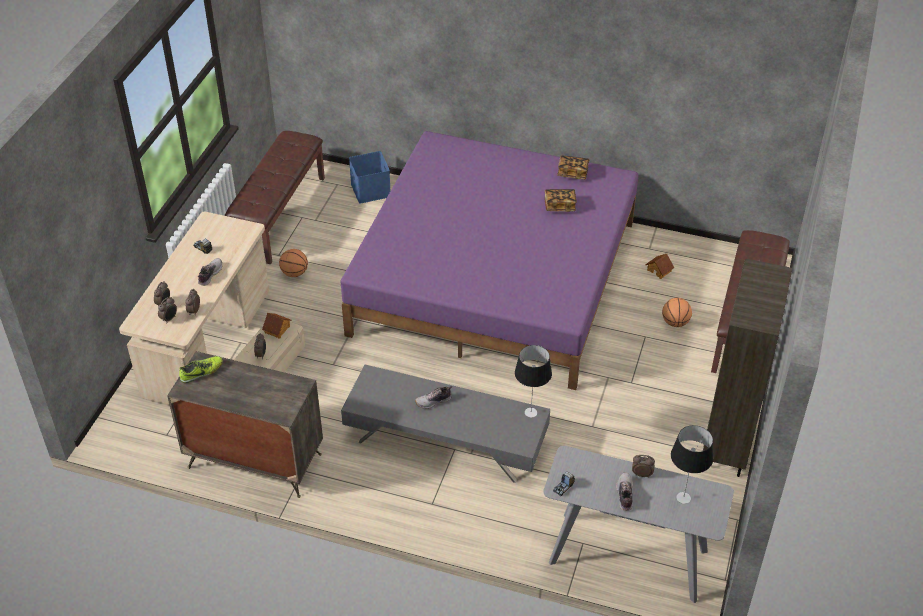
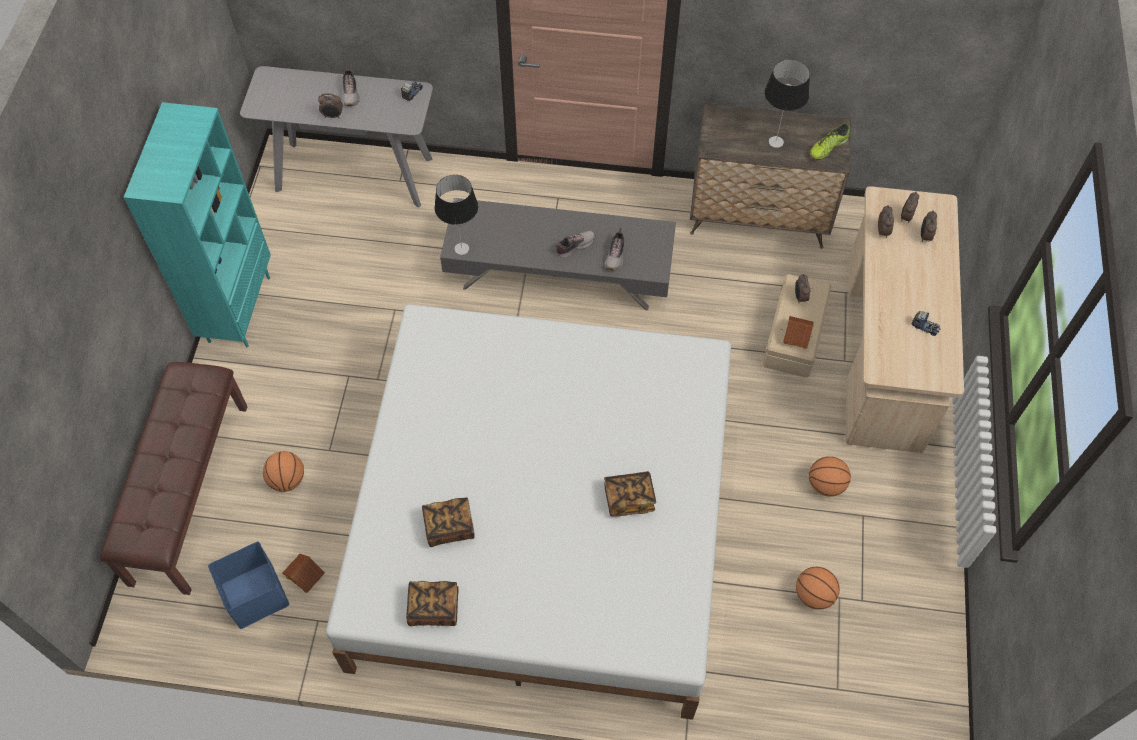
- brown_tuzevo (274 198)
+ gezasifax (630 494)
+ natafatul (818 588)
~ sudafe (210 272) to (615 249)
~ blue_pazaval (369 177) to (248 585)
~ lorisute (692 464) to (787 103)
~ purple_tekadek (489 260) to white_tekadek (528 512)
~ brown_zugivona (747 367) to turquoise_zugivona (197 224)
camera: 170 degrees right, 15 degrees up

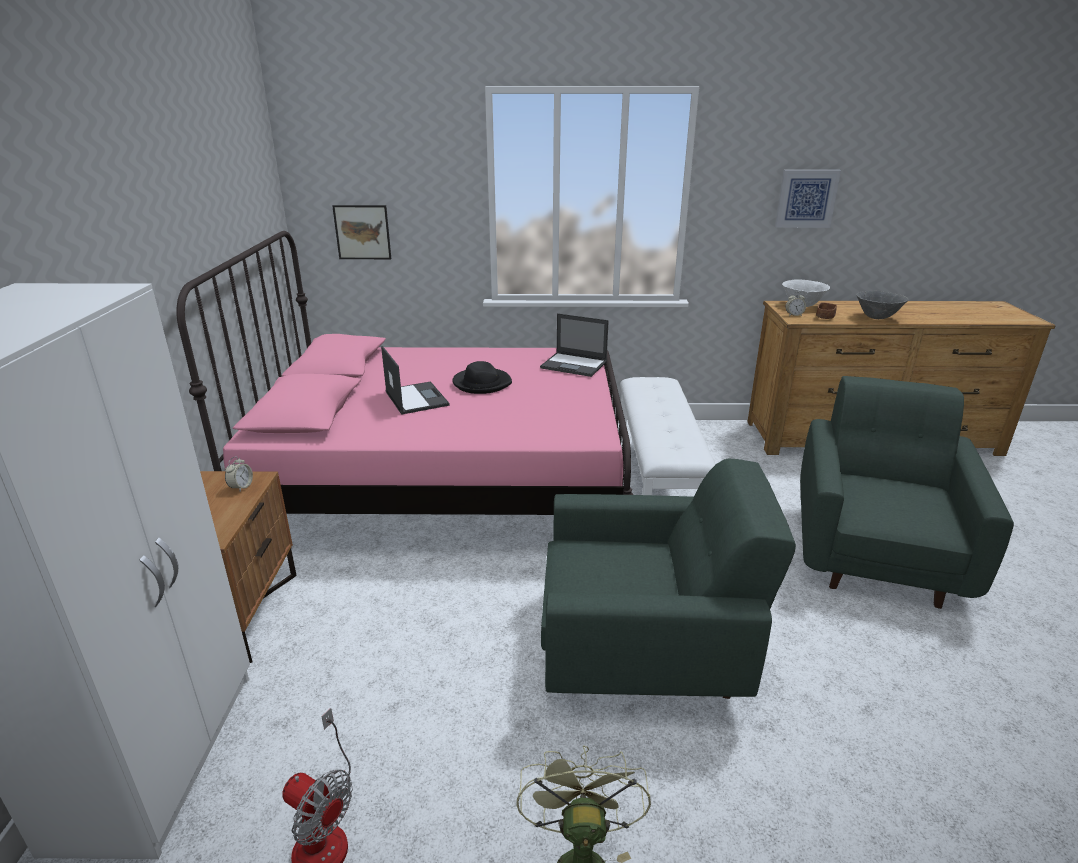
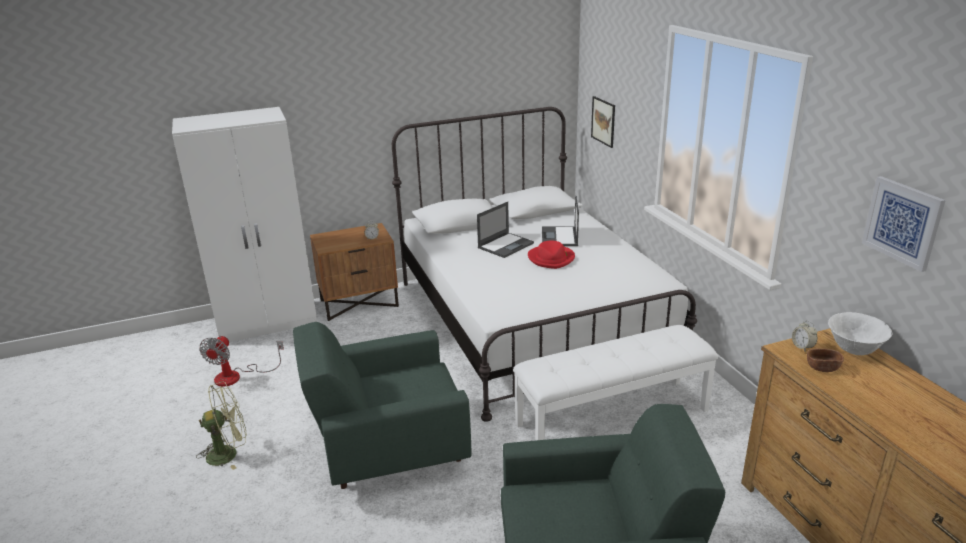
- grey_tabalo (882 305)
~ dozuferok (574 345) to (560 221)
~ pink_tekadek (404 373) to white_tekadek (544 264)
~ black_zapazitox (482 377) to red_zapazitox (551 254)
~ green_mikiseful (668 579) = (382 405) 90 degrees clockwise
camera: 70 degrees right, 0 degrees up

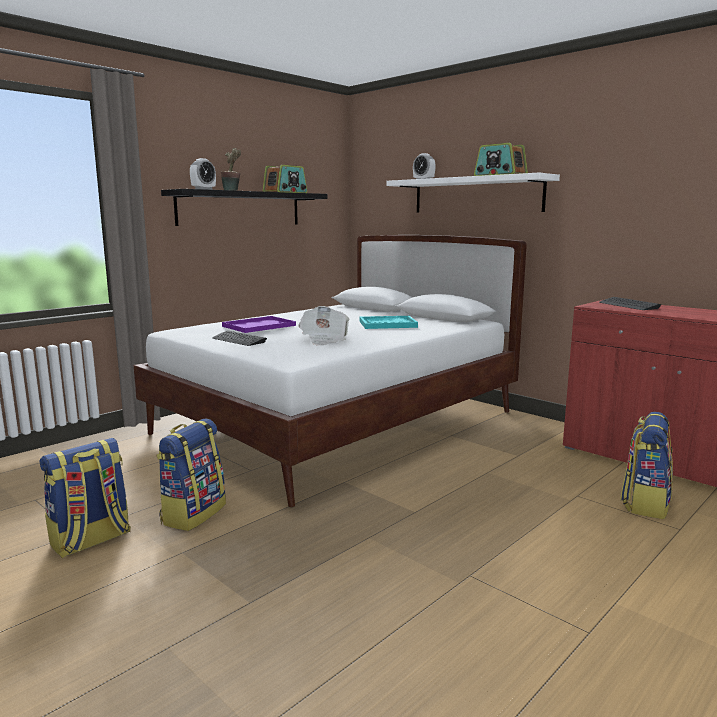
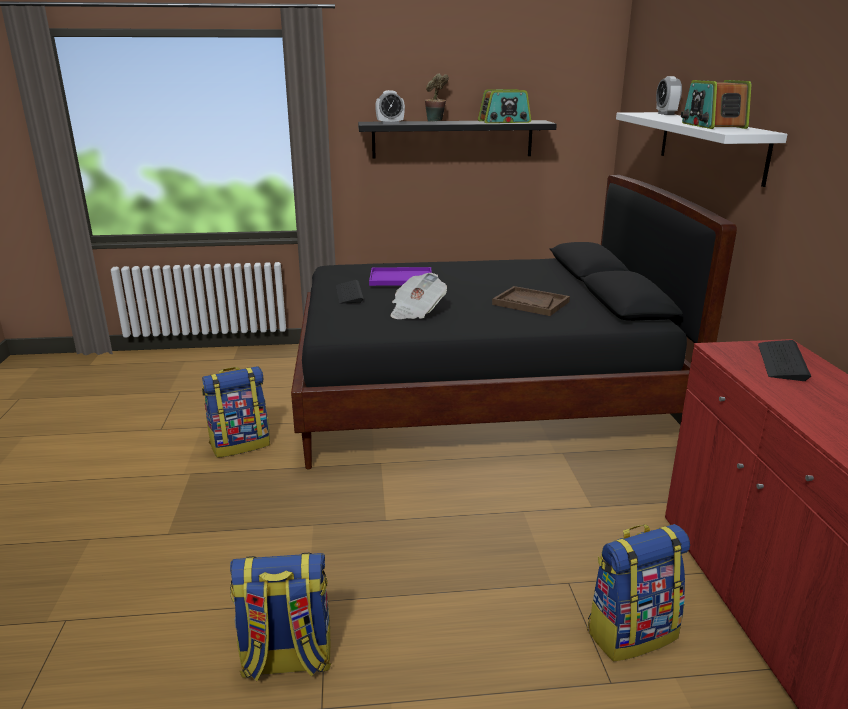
~ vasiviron (85 498) to (280 616)
~ white_tekadek (330 371) to black_tekadek (514 322)
~ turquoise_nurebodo (389 322) to brown_nurebodo (531 301)
camera: 40 degrees right, 10 degrees up

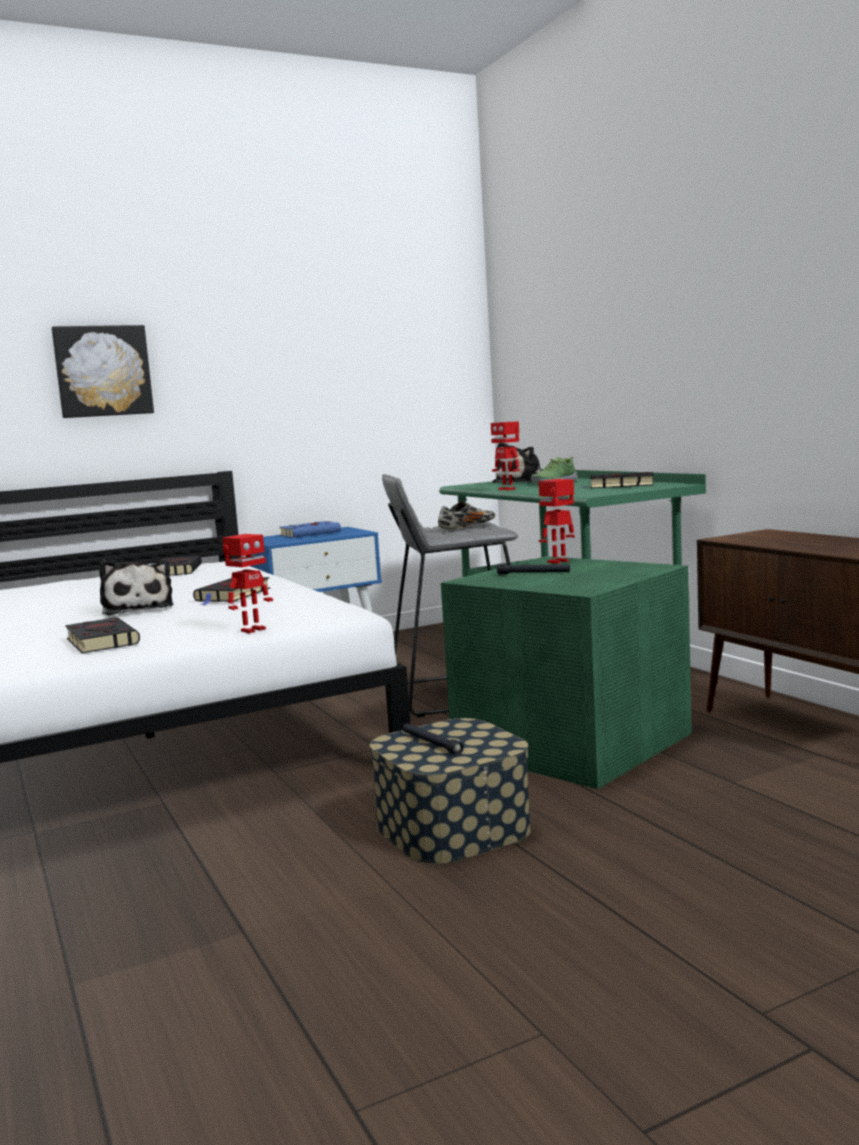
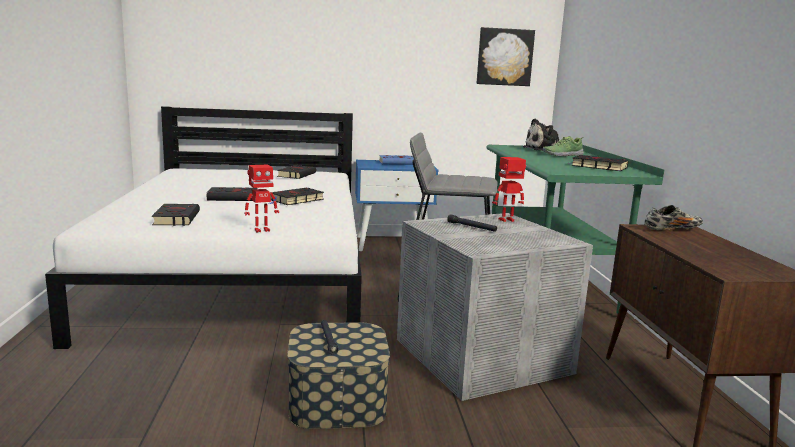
- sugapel (505 455)
~ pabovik (102 371) to (506 56)
~ sudafe (466 515) to (673 217)
~ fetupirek (136 587) to black_gezasifax (232 194)
~ green_pazaval (566 672) to grey_pazaval (495 307)
camera: 20 degrees right, 5 degrees up

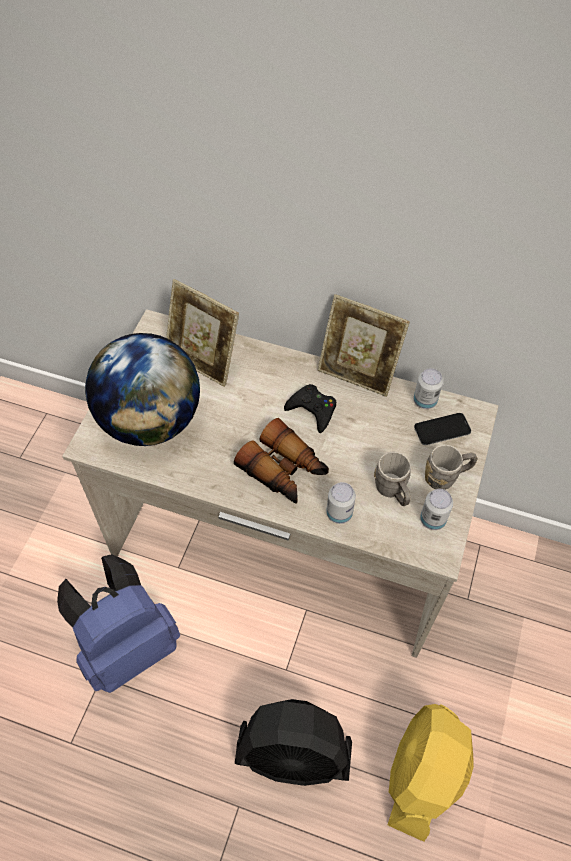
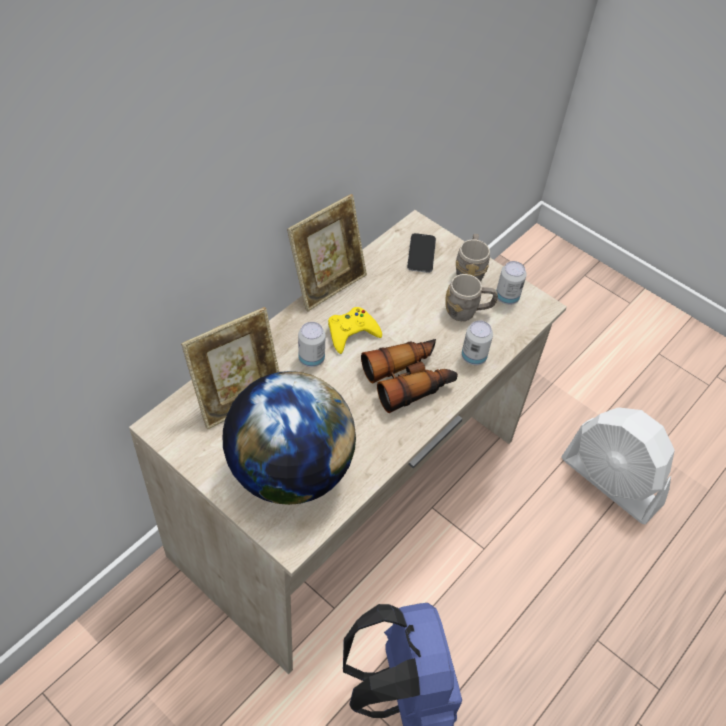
- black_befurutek (293 742)
~ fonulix (428 388) to (312 344)
~ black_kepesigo (310 408) to yellow_kepesigo (355 330)
~ yellow_befurutek (431 773) to white_befurutek (618 466)
camera: 70 degrees left, 5 degrees down

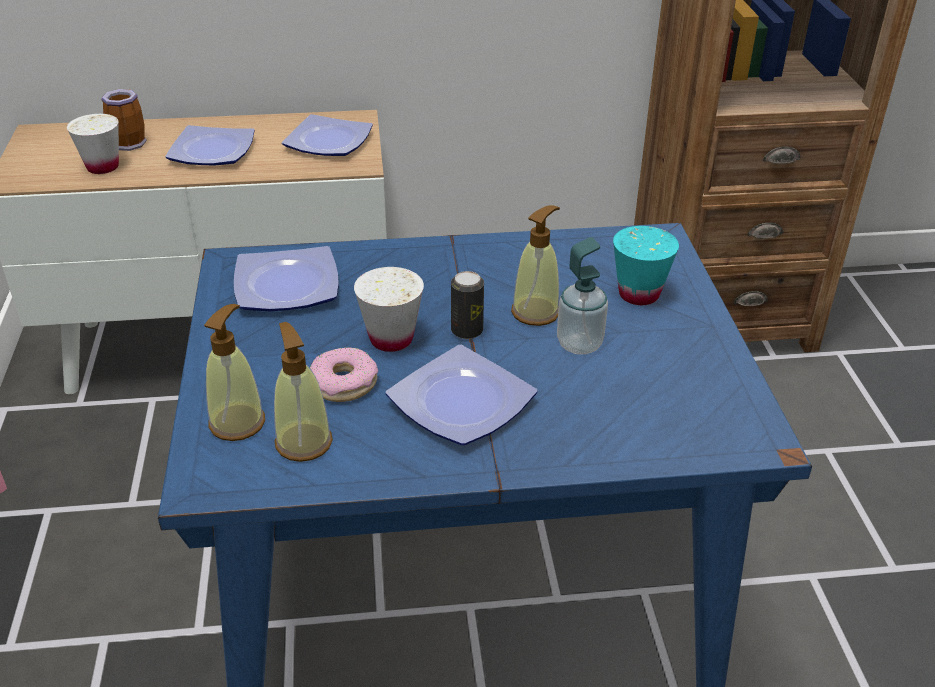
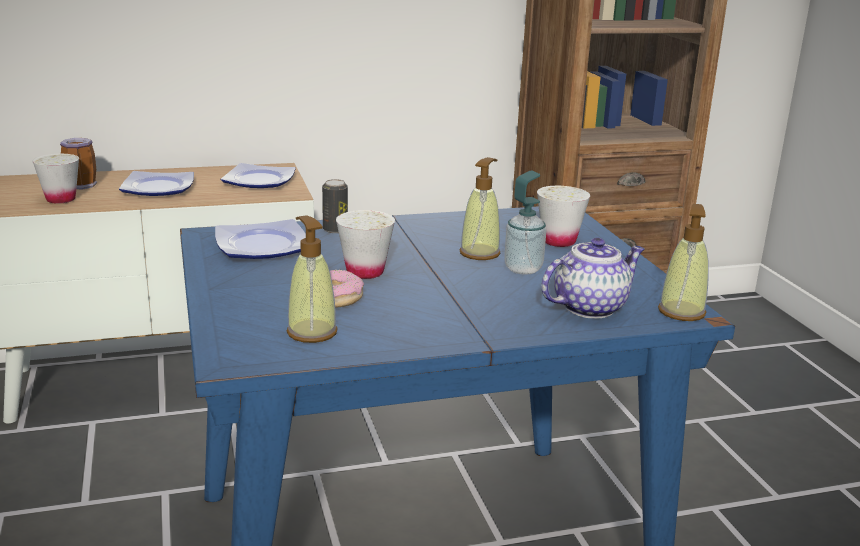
- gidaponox (461 395)
+ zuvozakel (592 278)
~ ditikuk (234 372) to (683 262)
~ fonulix (467 305) to (335 206)
~ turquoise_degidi (646 265) to white_degidi (563 216)
camera: 10 degrees left, 15 degrees down

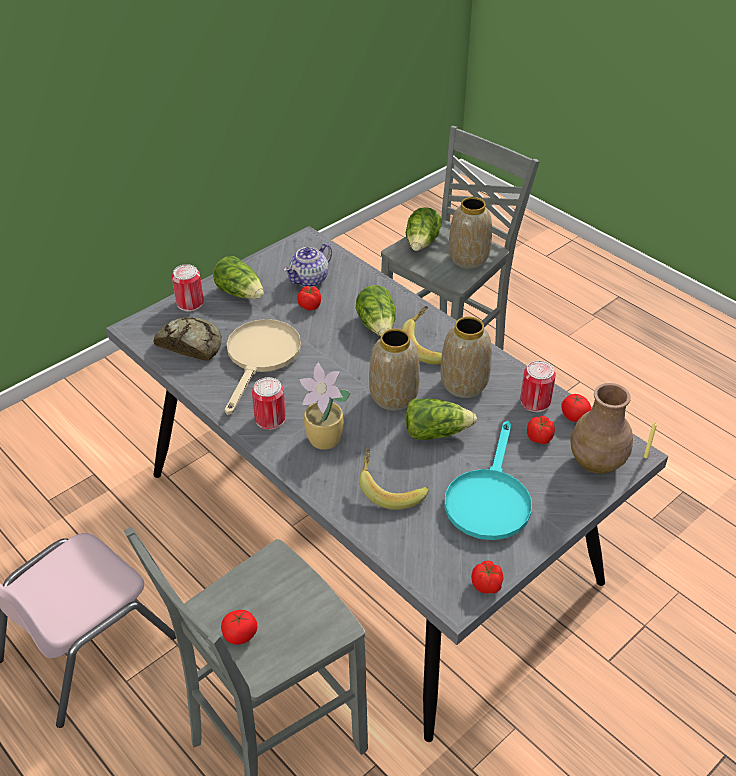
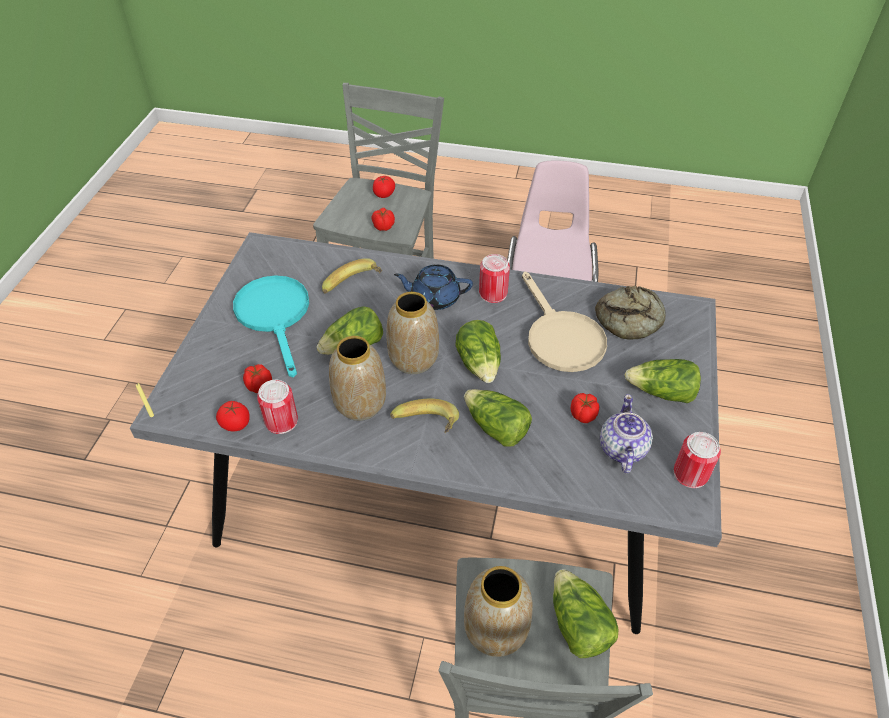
- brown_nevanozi (601 428)
+ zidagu (478 351)
~ fonulix (188 287) to (697 460)
~ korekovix (487 577) to (383 219)
~ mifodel (324 406) to blue_zuvozakel (433 287)
camera: 145 degrees right, 5 degrees up

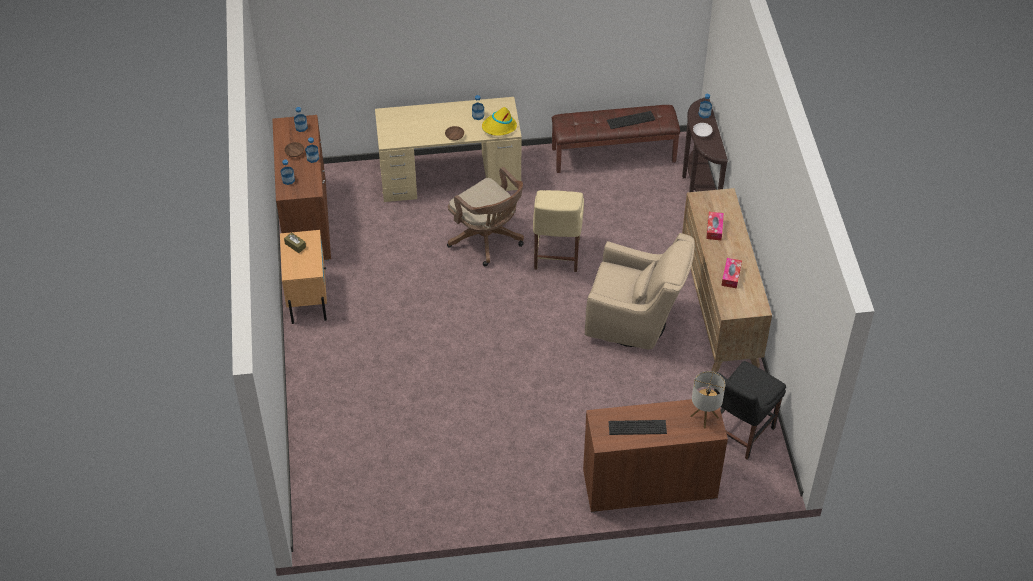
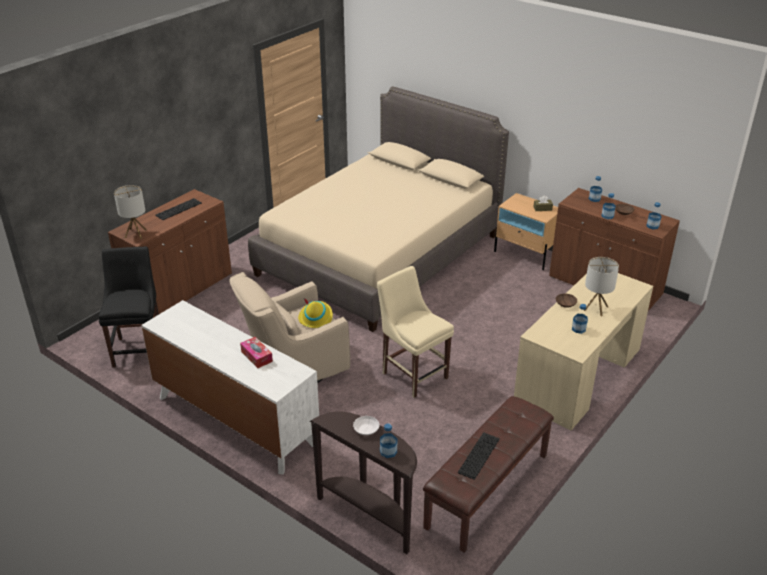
- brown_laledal (485 217)
- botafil (731 273)
+ beige_tekadek (378 209)
+ lorisute (601 287)
~ yellow_zapazitox (499 121) to (315 313)
~ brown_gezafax (727 280) to white_gezafax (230 387)
camera: 135 degrees right, 15 degrees down

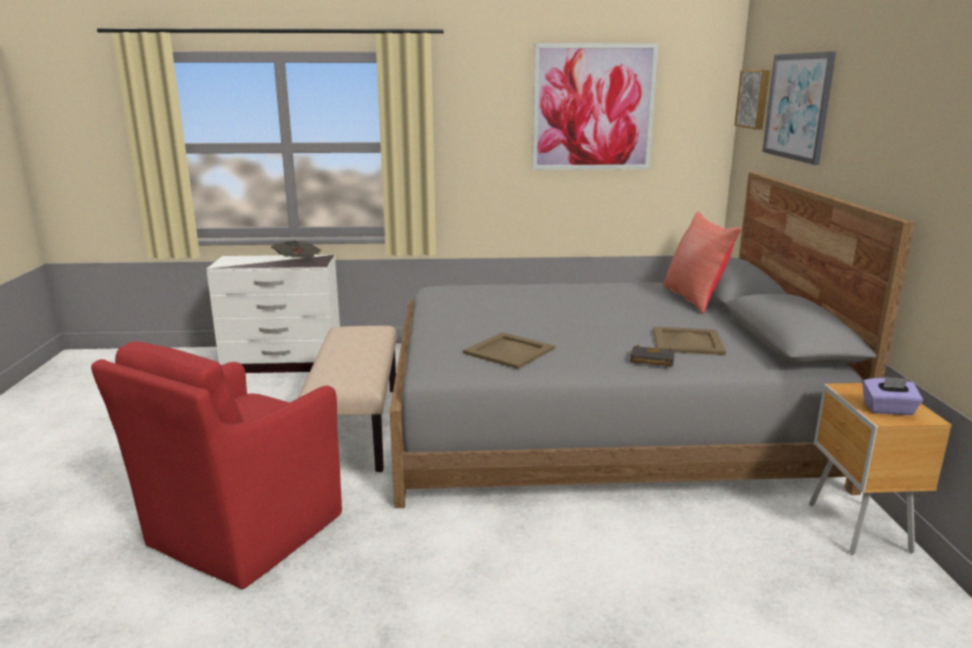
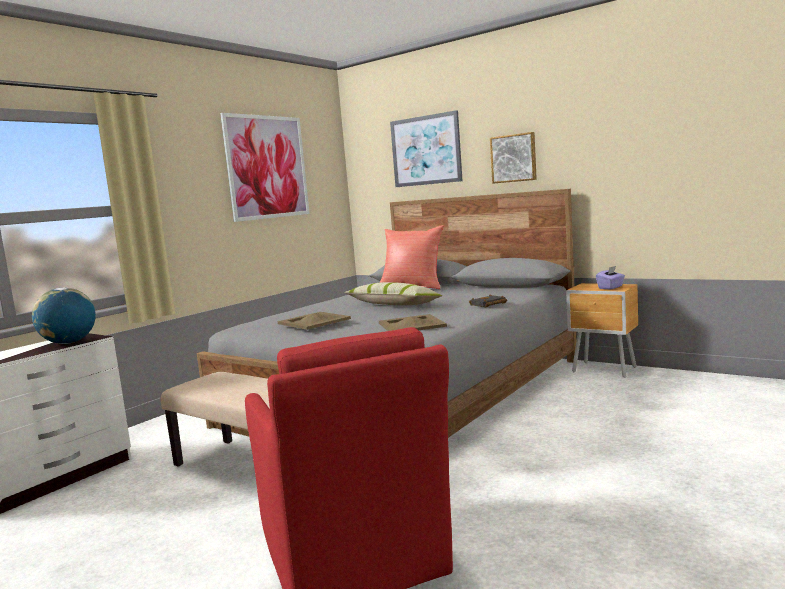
+ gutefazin (393 293)
~ beige_nurebodo (689 340) to (314 321)
~ pabovik (752 100) to (513 158)
~ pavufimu (296 249) to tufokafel (64 315)
camera: 50 degrees left, 10 degrees down

